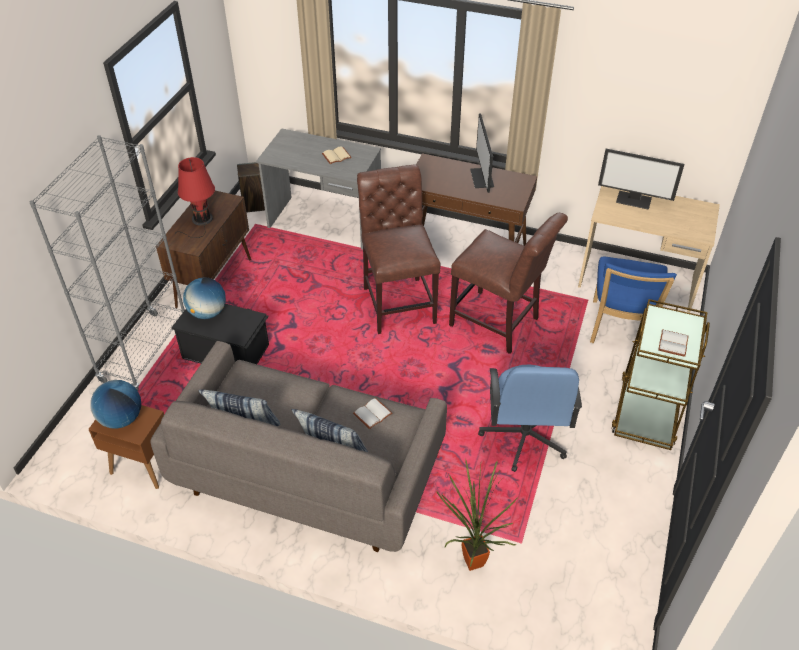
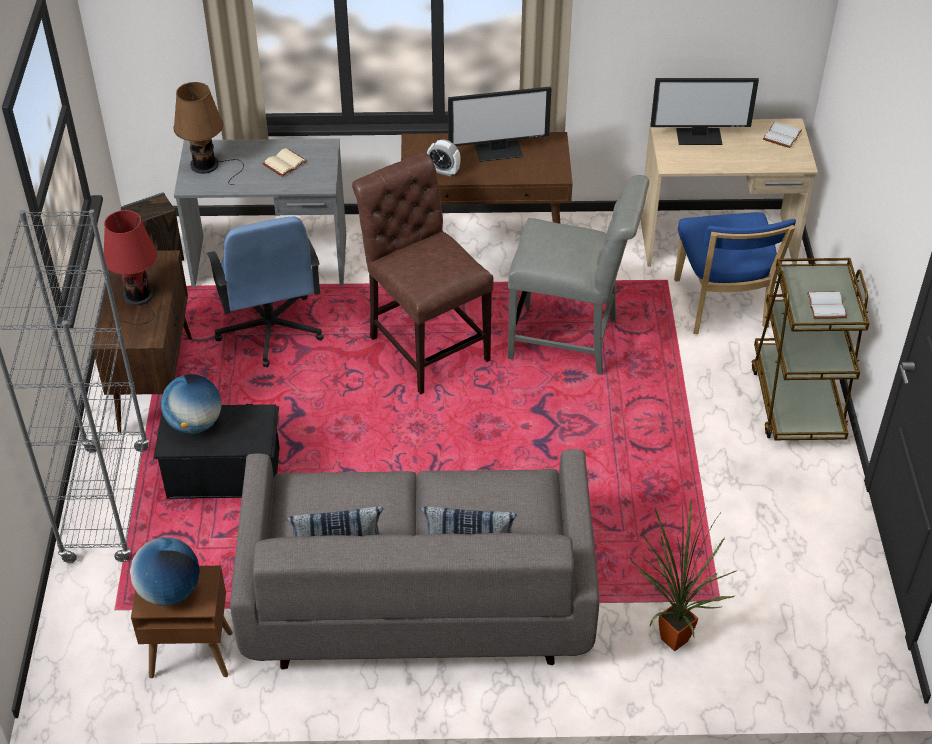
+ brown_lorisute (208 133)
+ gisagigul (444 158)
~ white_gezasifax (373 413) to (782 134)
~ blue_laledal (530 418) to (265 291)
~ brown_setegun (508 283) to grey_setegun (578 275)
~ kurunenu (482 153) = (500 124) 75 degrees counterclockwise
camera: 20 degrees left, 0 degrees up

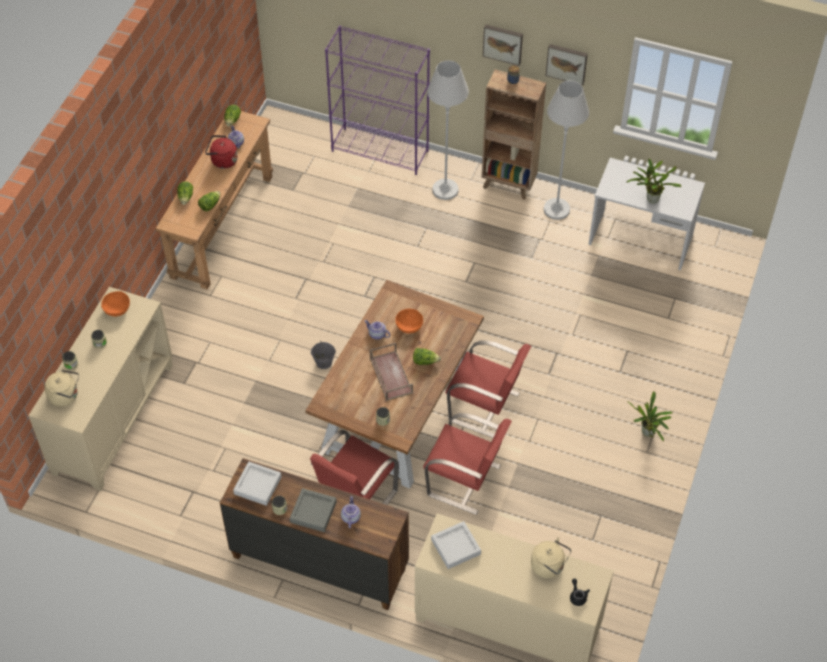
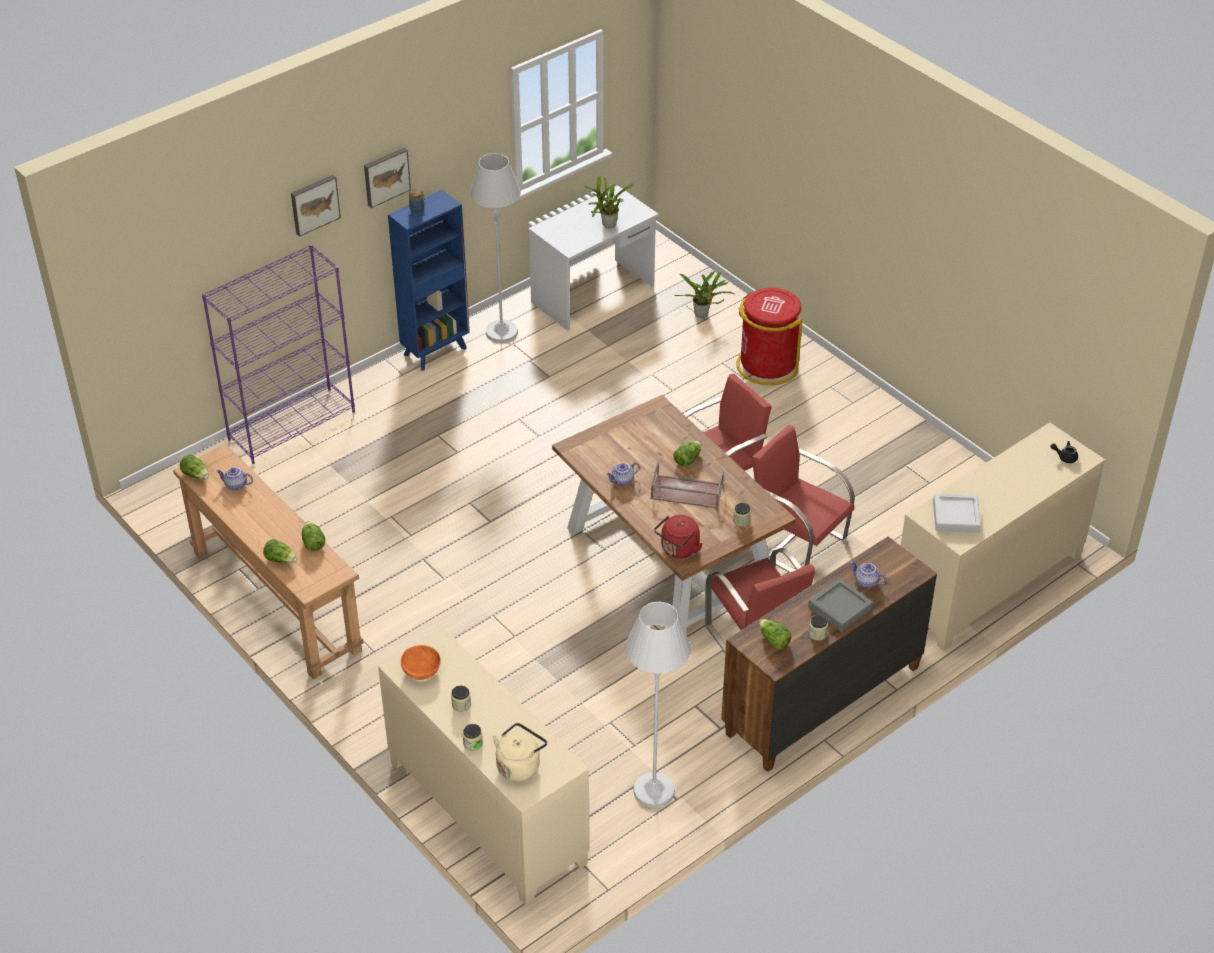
- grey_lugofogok (323 355)
- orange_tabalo (409 321)
- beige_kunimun (551 557)
+ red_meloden (769 336)
~ red_kunimun (221 152) to (678 537)
~ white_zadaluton (448 130) to (658 705)
~ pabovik (567 64) to (316 206)
~ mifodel (650 416) to (704 294)
~ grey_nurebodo (257 484) to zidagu (775 634)
~ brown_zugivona (513 135) to blue_zugivona (429 280)
~ red_setegun (467 464) = (803 499) 105 degrees counterclockwise
camera: 60 degrees left, 10 degrees down

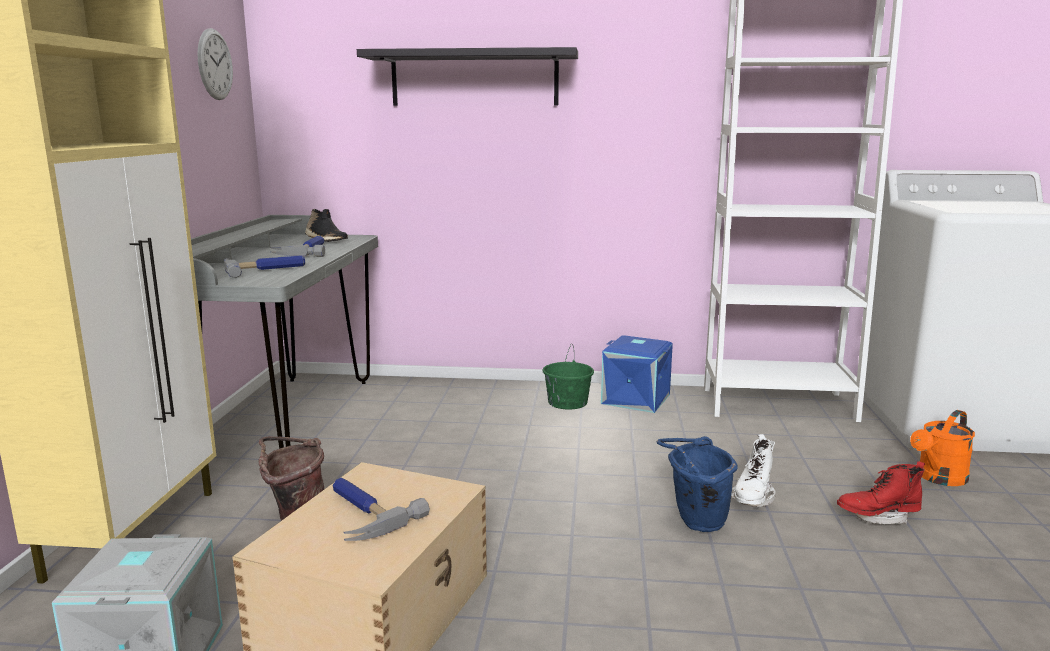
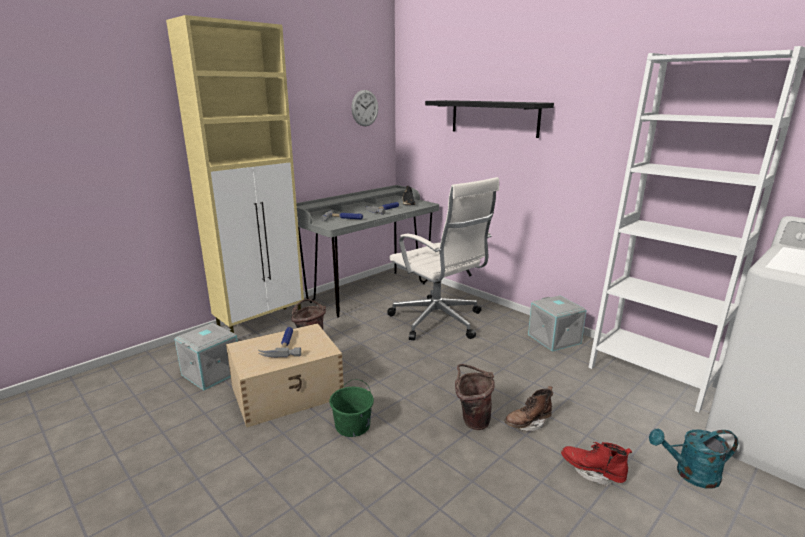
+ white_laledal (443 259)
~ green_lugofogok (568 376) to (351 408)
~ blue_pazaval (637 374) to grey_pazaval (557 323)
~ blue_lugofogok (697 484) to brown_lugofogok (475 397)
~ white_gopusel (753 470) to brown_gopusel (529 408)
~ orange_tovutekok (942 448) to turquoise_tovutekok (693 459)
camera: 40 degrees right, 5 degrees up

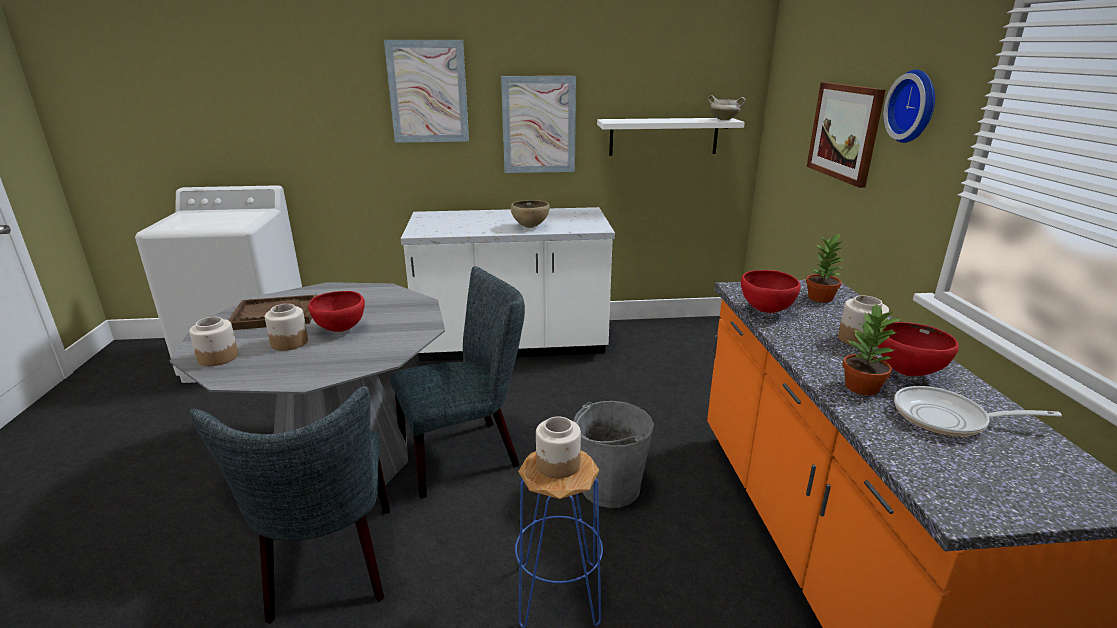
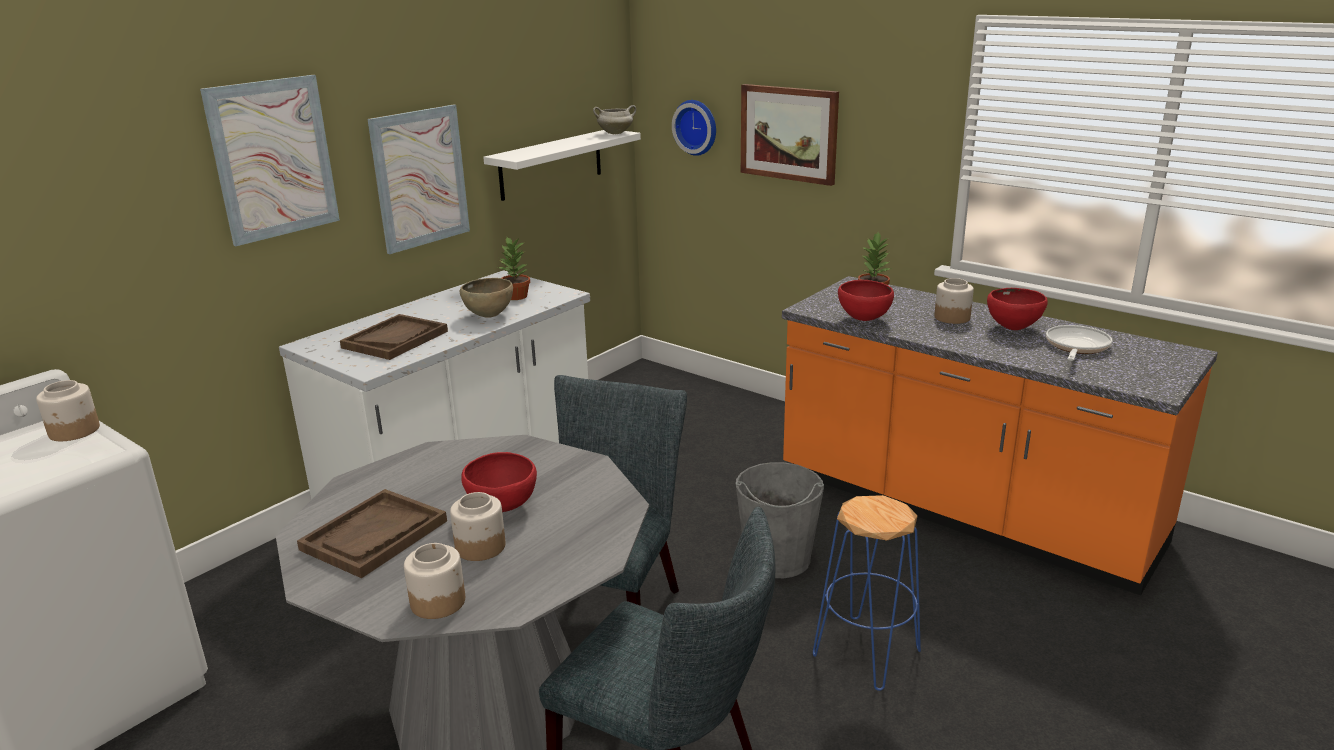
+ brown_nurebodo (394 337)
~ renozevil (558 447) to (68 410)
~ mifodel (872 349) to (514 268)
~ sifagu (909 106) to (694 128)
~ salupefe (978 411) = (1079 343) 150 degrees clockwise
camera: 45 degrees left, 0 degrees up

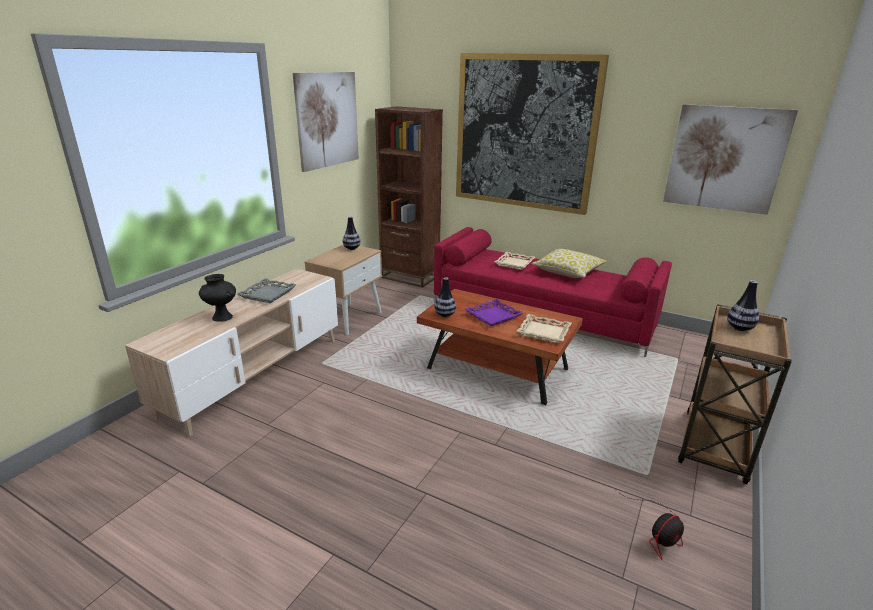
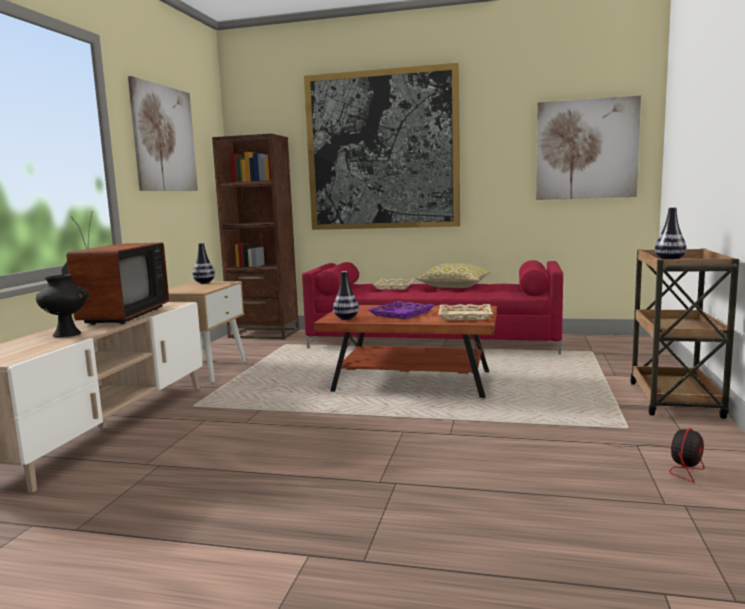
~ grey_nurebodo (267 291) to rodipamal (115 268)
camera: 15 degrees left, 15 degrees down

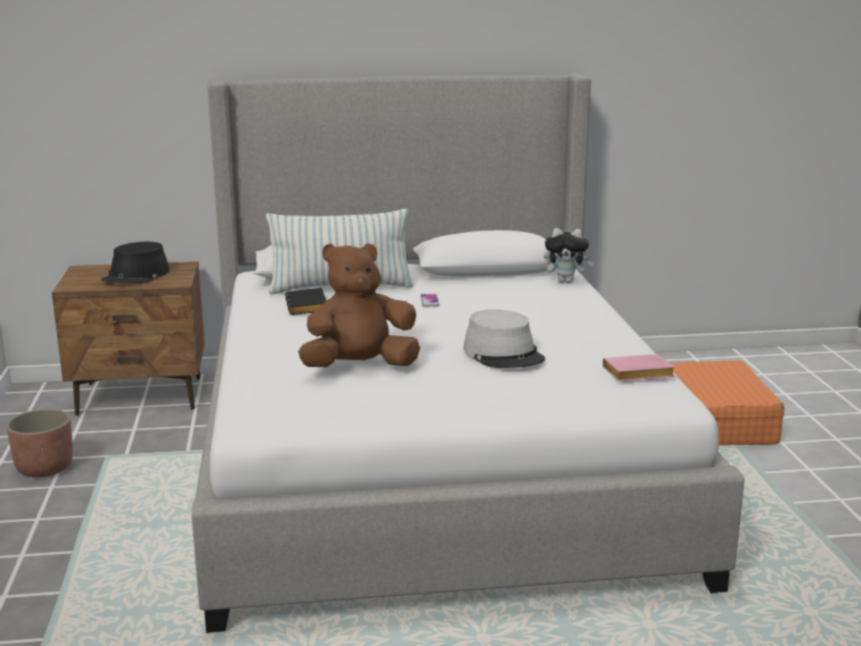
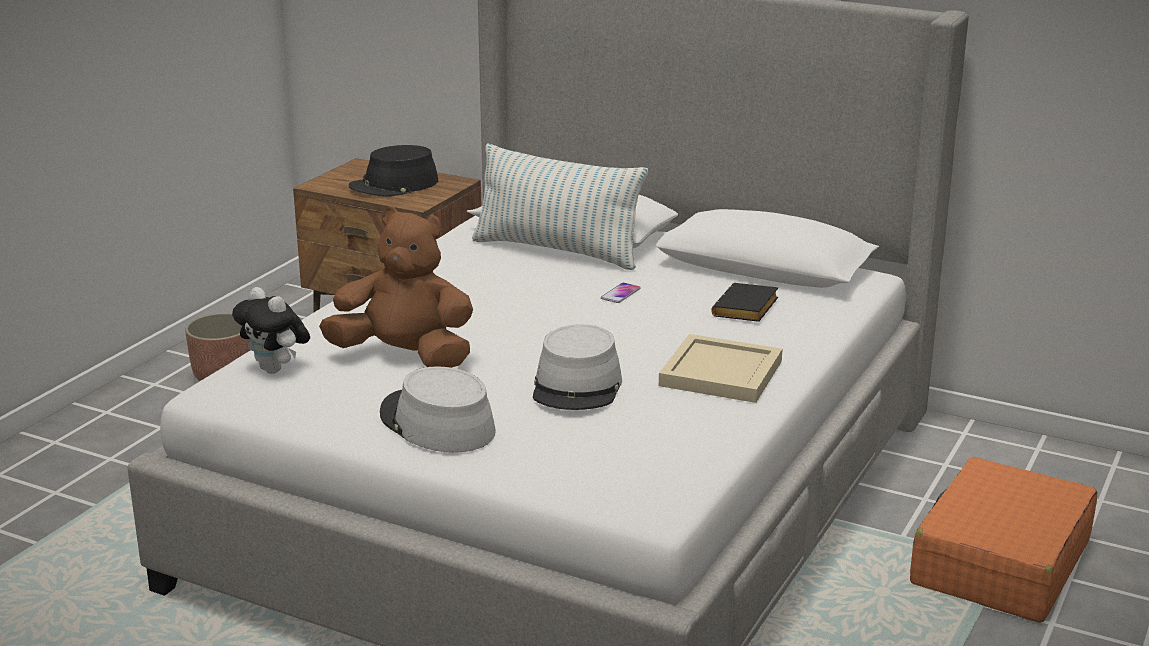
- pink_gezasifax (639 367)
+ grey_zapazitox (438 409)
+ beige_nurebodo (720 368)
~ black_gezasifax (305 301) to (744 302)
~ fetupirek (569 255) to (271 330)
camera: 35 degrees right, 5 degrees up

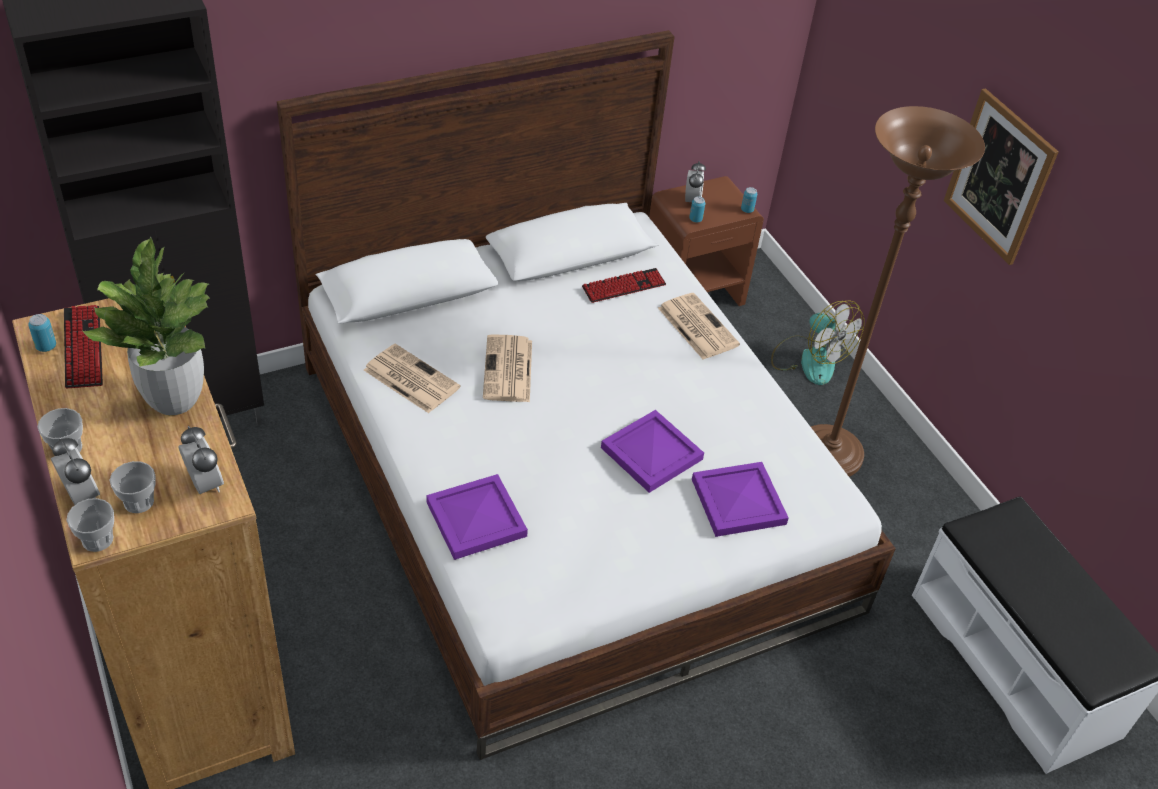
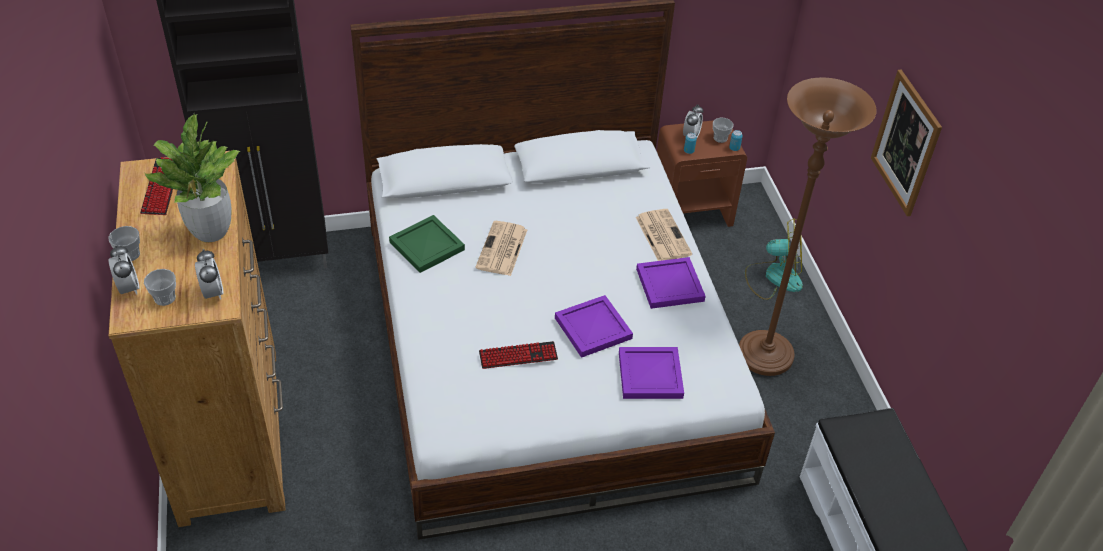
- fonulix (42 333)
~ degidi (90 525) to (723 130)
~ purple_nurebodo (477 517) to (671 283)
~ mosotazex (624 285) to (518 355)
~ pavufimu (412 378) to green_nurebodo (427 244)
~ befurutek (818 342) = (774 259) 60 degrees counterclockwise
camera: 15 degrees right, 0 degrees up

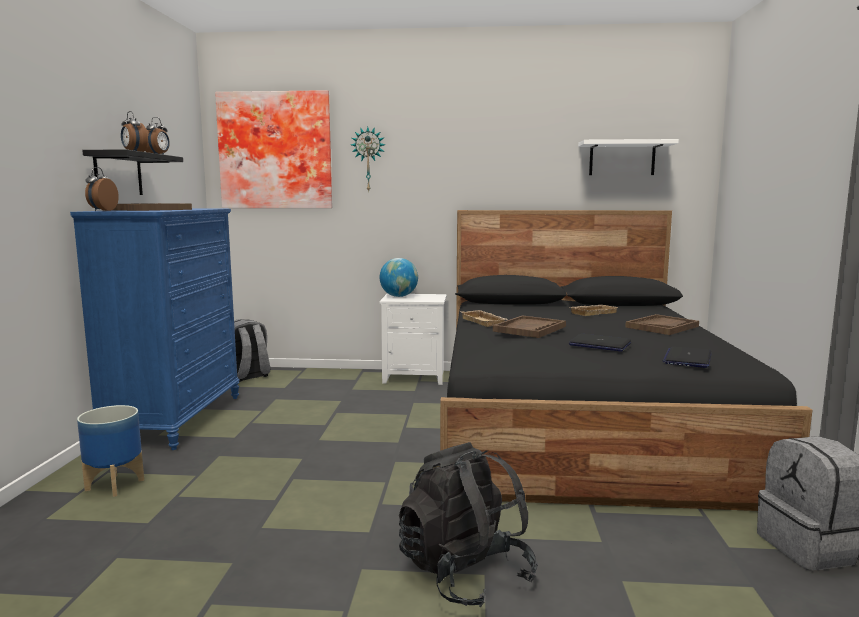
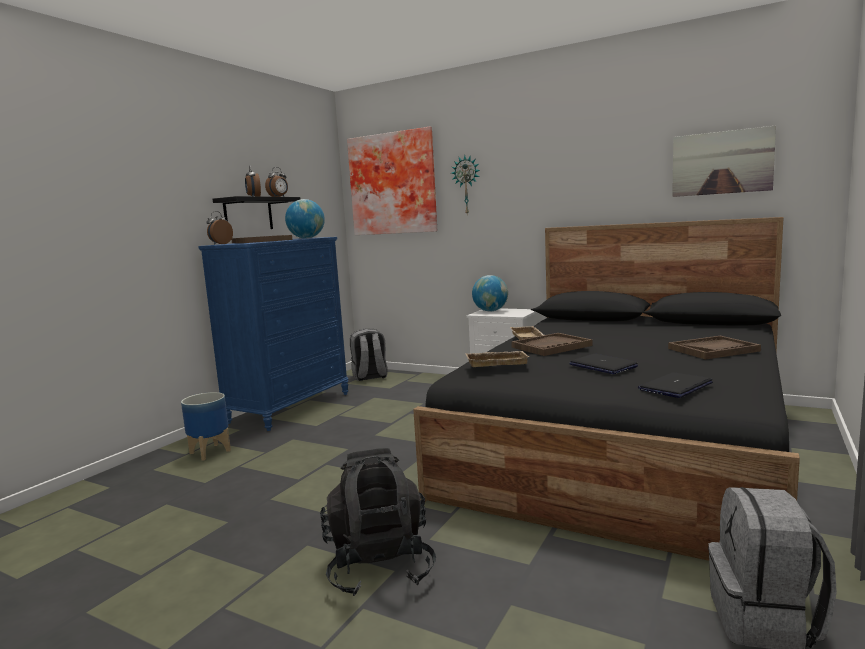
+ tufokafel (305 219)
~ beige_nurebodo (594 310) to (497 359)
~ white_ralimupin (628 157) to pabovik (724 161)
camera: 25 degrees right, 0 degrees up

